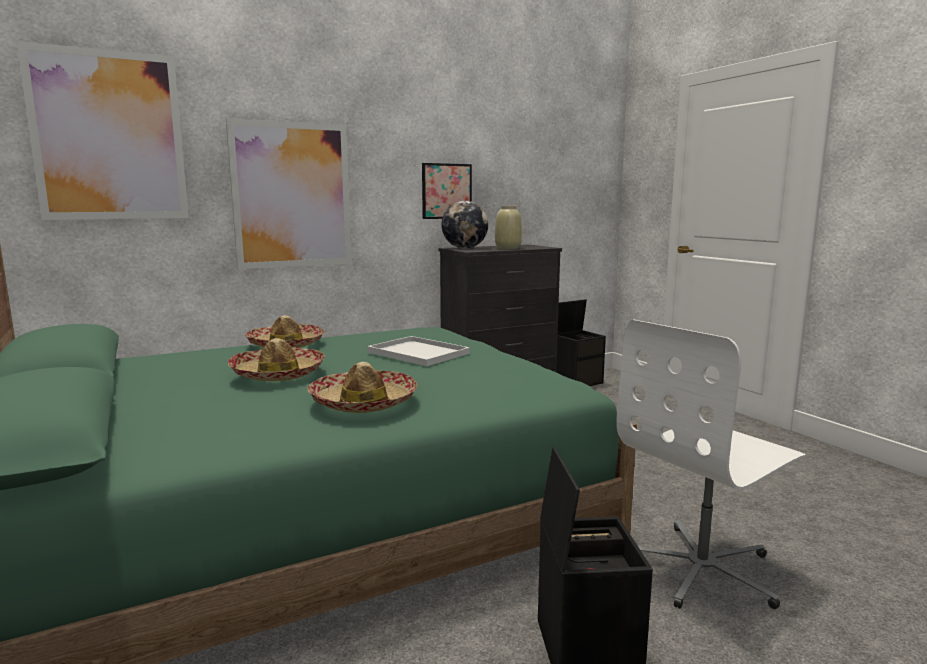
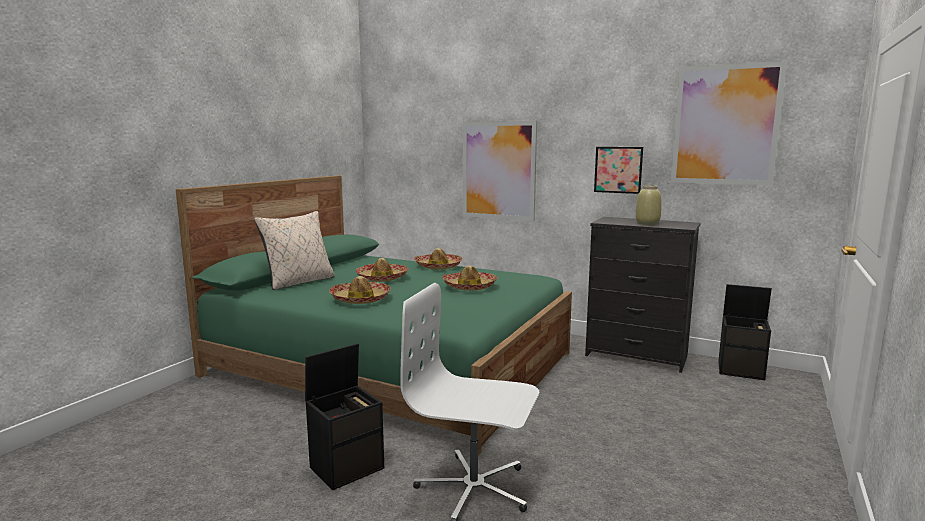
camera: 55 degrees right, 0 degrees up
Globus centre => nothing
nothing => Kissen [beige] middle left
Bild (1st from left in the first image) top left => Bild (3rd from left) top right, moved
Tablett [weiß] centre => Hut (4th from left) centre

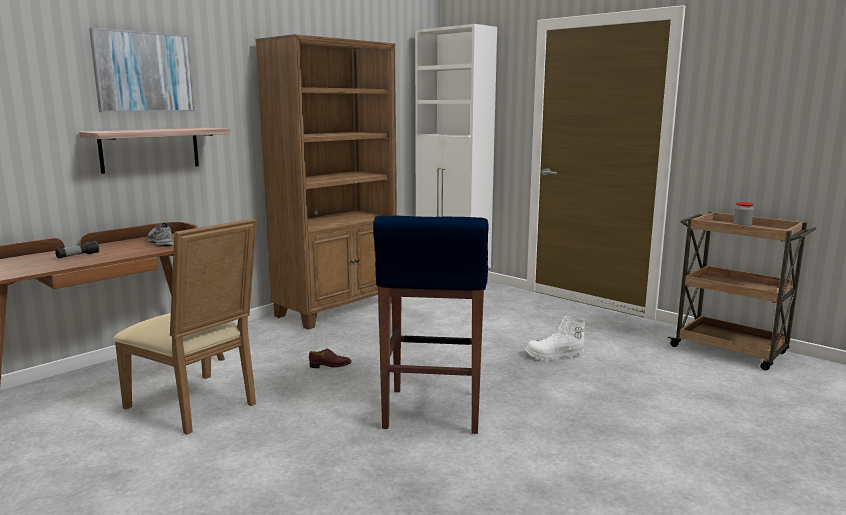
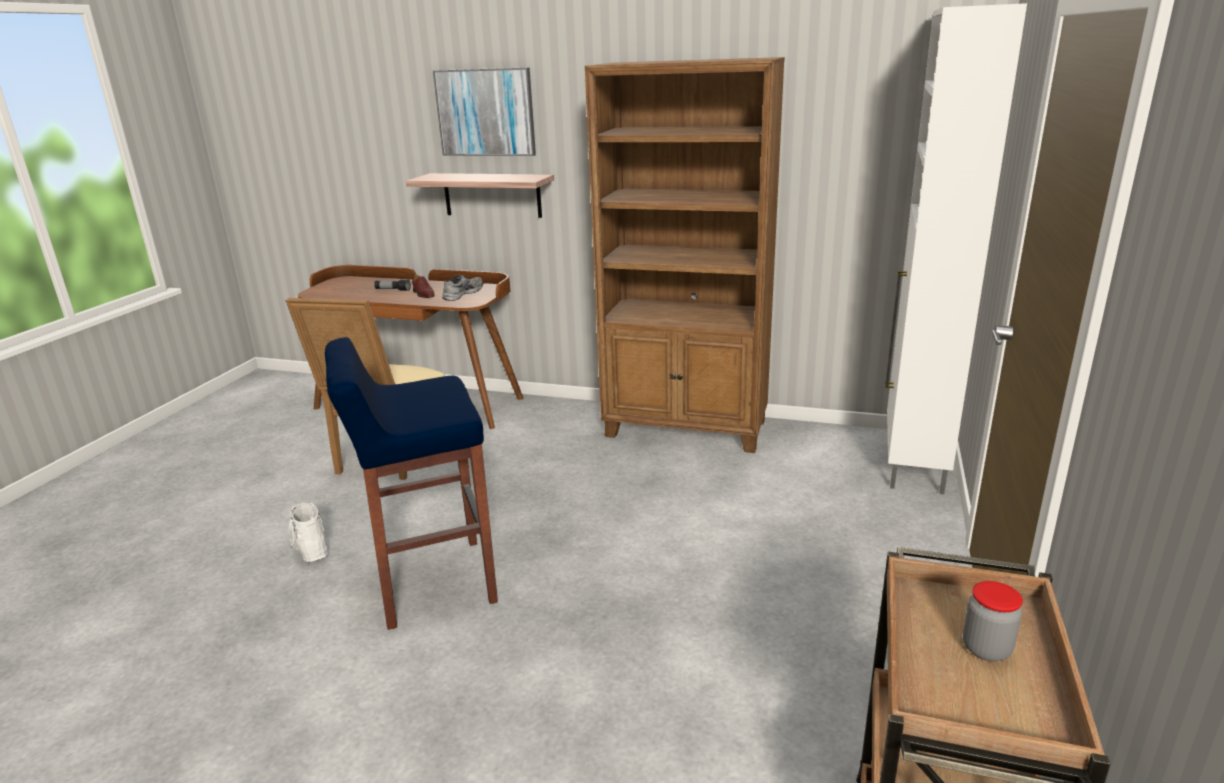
camera: 65 degrees right, 10 degrees up
Schuh [braun] bottom centre => Schuh [braun] centre, moved
Stiefel [weiß] centre => Stiefel [weiß] bottom left, moved

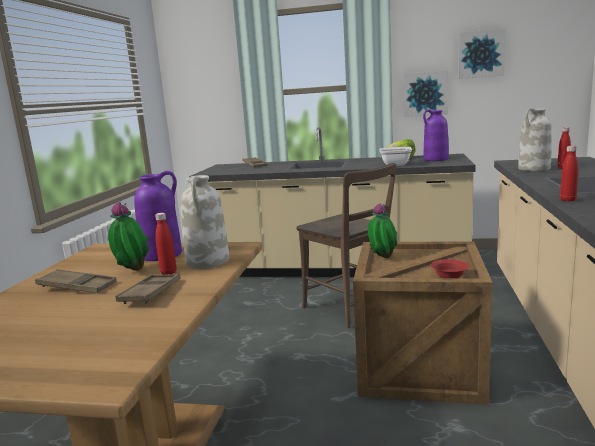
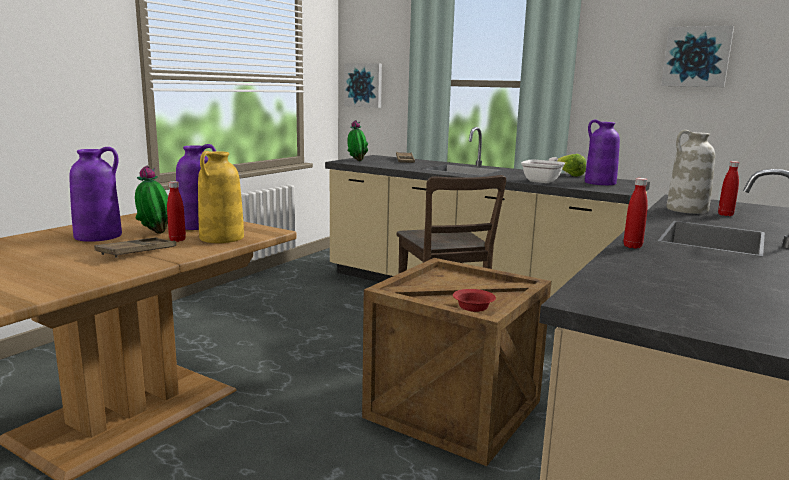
camera: 20 degrees right, 0 degrees up
Topfpflanze (2nd from left) centre => Topfpflanze (2nd from left) top centre, moved
Bild (1st from left) top right => Bild (1st from left) top centre, moved
Tablett [braun] (1st from left) middle left => Vase [lila] (1st from left) middle left
Vase [weiß] (1st from left) centre => Vase [gelb] middle left

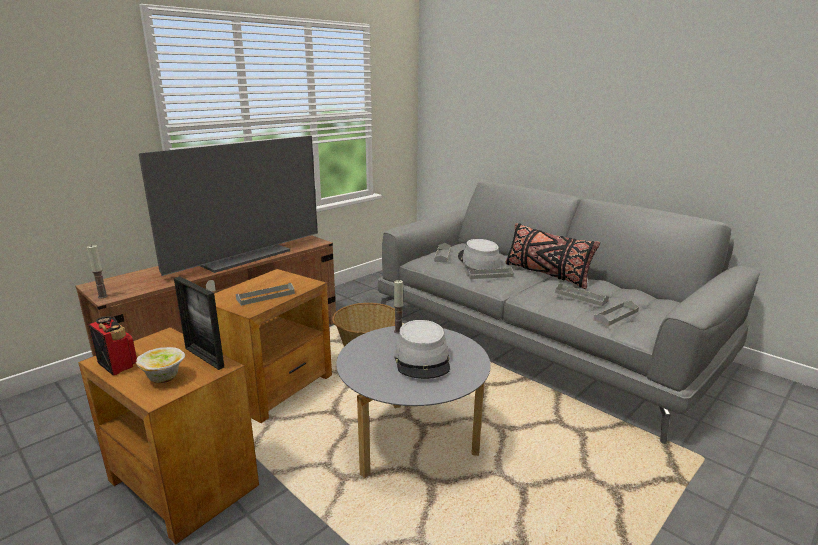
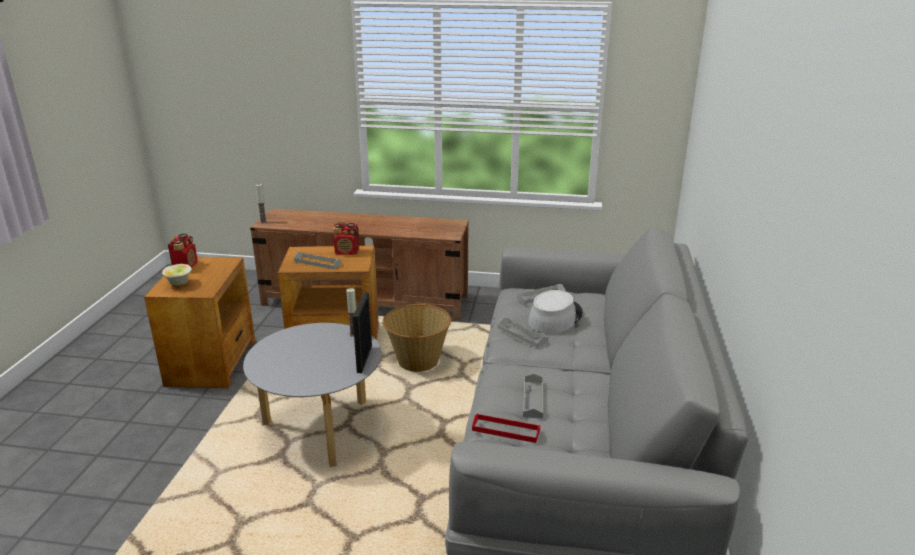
camera: 55 degrees right, 5 degrees up
Fernseher middle left => nothing
Hut [grau] (1st from left) centre => nothing
Kissen [schwarz] middle right => nothing
nothing => Radio (2nd from left) centre
Bilderrahmen middle left => Bilderrahmen centre, moved
Tablett [grau] (5th from left) middle right => Tablett [rot] bottom centre

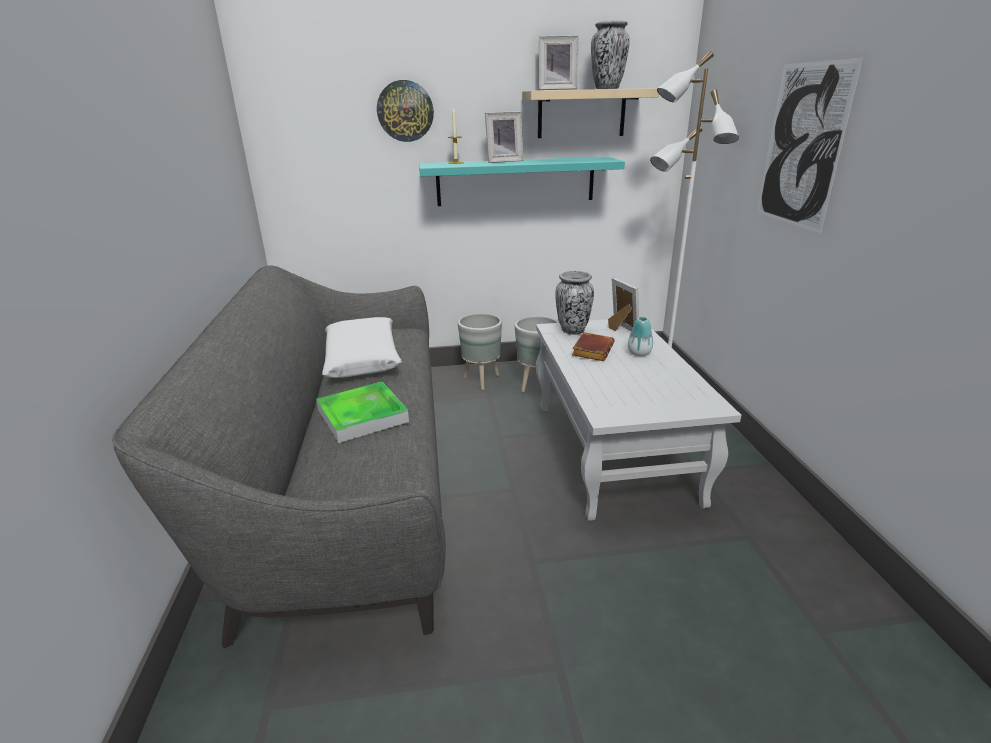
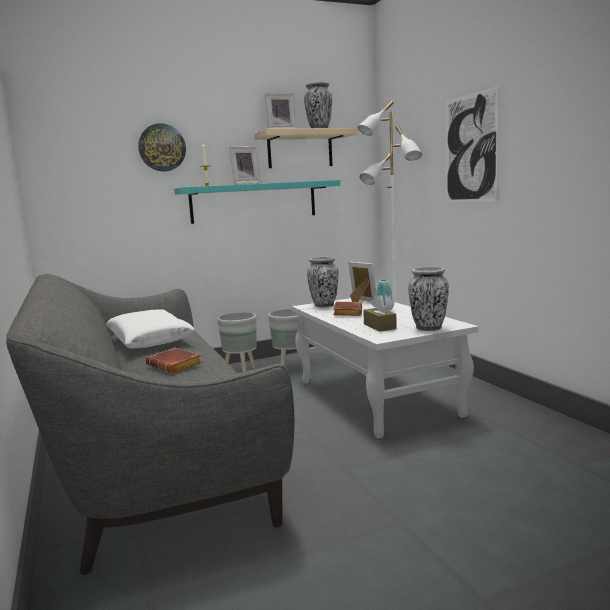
camera: 15 degrees left, 15 degrees down
nothing => Taschentuchbox [braun] centre
nothing => Vase (4th from left) middle right
Tablett centre => Buch [braun] (1st from left) middle left

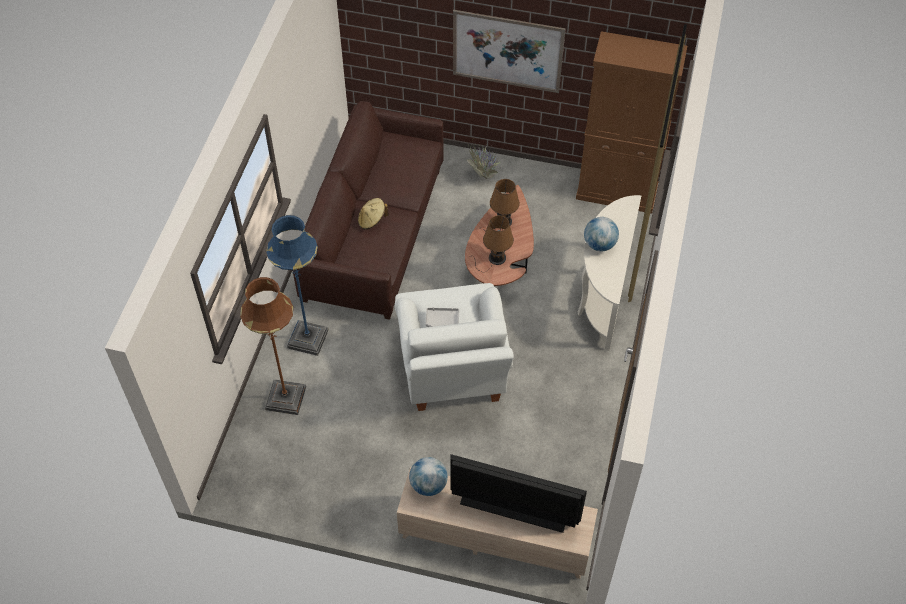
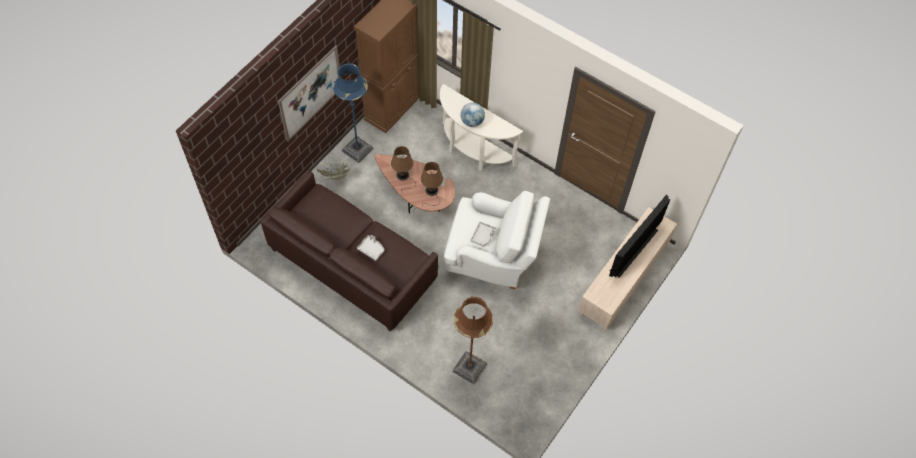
camera: 70 degrees left, 5 degrees up
Globus (1st from left) bottom centre => nothing
Stehlampe [blau] middle left => Stehlampe [blau] top centre, moved
Hut [beige] centre => Tablett [grau] (1st from left) centre

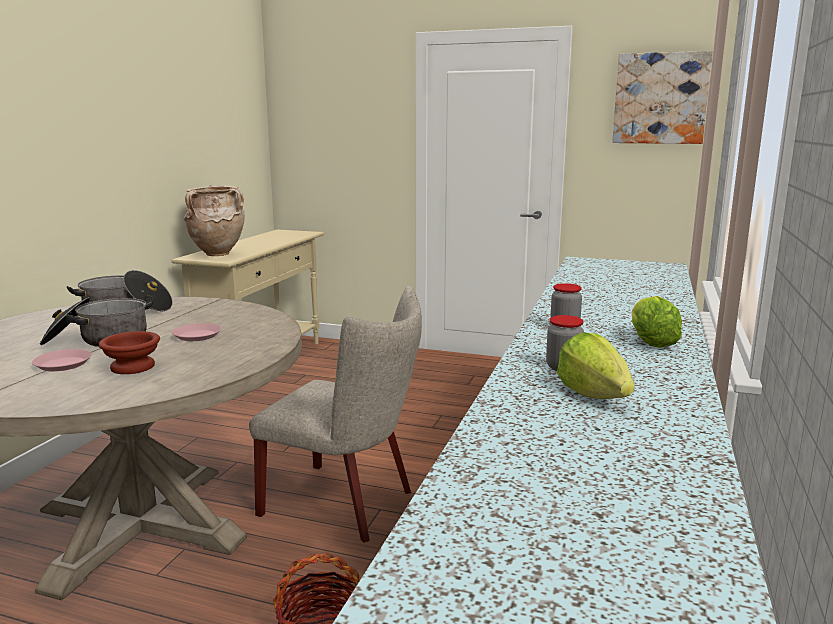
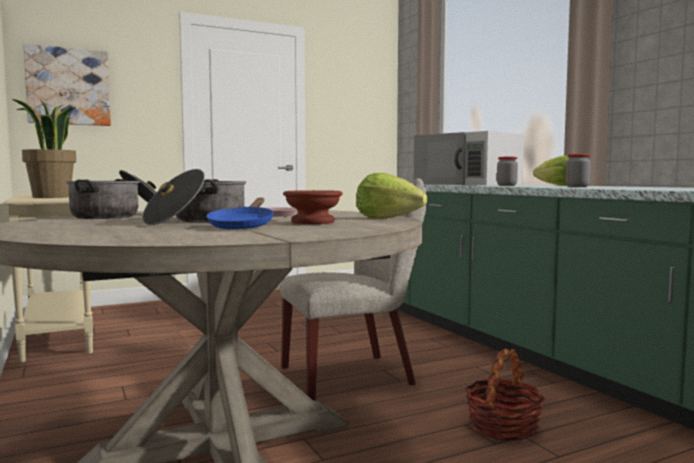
camera: 45 degrees left, 10 degrees down
nothing => Mikrowelle [weiß] middle right
Salatkopf (1st from left) middle right => Salatkopf (1st from left) centre, moved
Bild top right => Bild top left, moved
Teller [rosa] (1st from left) middle left => Pfanne [blau] centre
Vase [beige] middle left => Topfpflanze top left

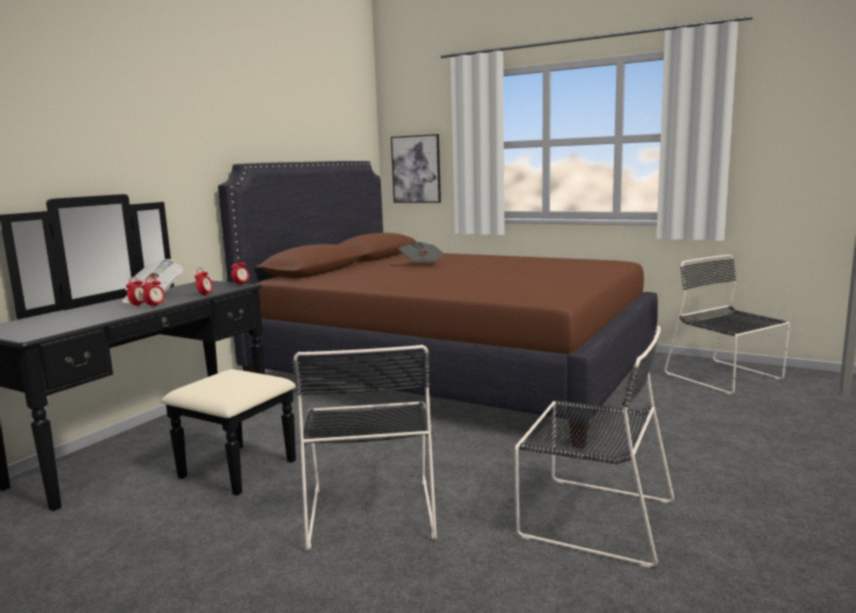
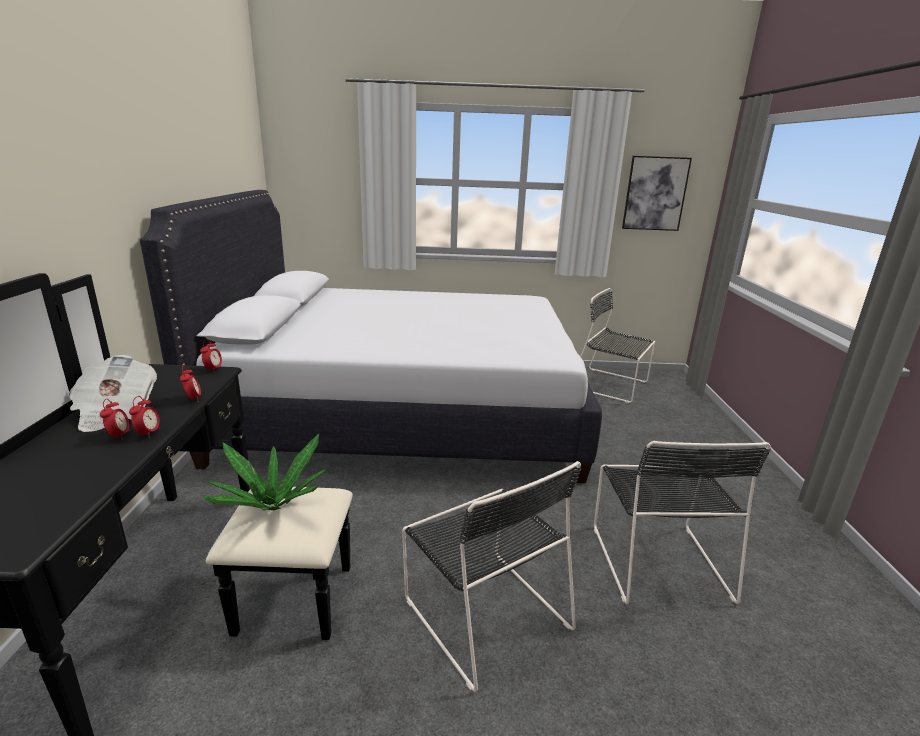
camera: 30 degrees left, 10 degrees up
Zeitung (2nd from left) centre => nothing
nothing => Topfpflanze middle left
Bild top centre => Bild top right, moved
Bett [braun] centre => Bett [weiß] centre
Stuhl [schwarz] (2nd from left in the first image) bottom right => Stuhl [schwarz] (3rd from left) bottom right, 90 degrees clockwise

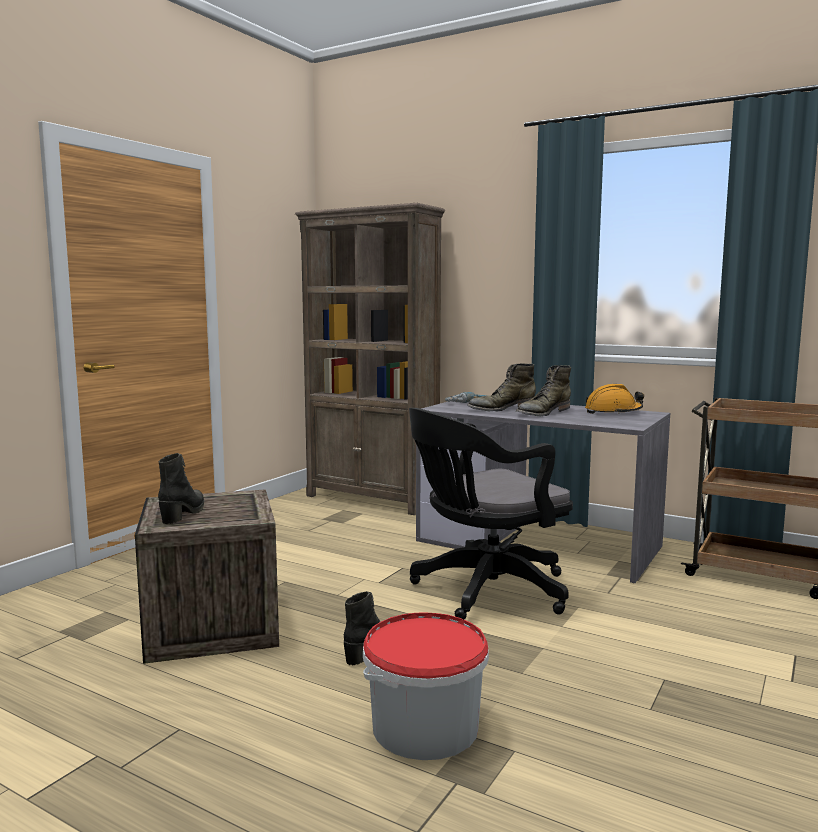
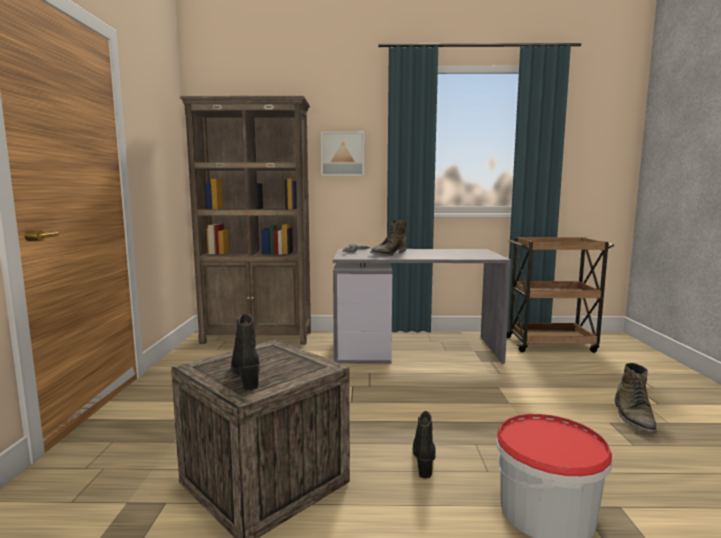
camera: 30 degrees left, 0 degrees up
Bürostuhl [schwarz] centre => nothing
Schutzhelm [orange] middle right => nothing
nothing => Bild top centre
Stiefel [grün] (2nd from left) centre => Stiefel [grün] (2nd from left) bottom right, moved

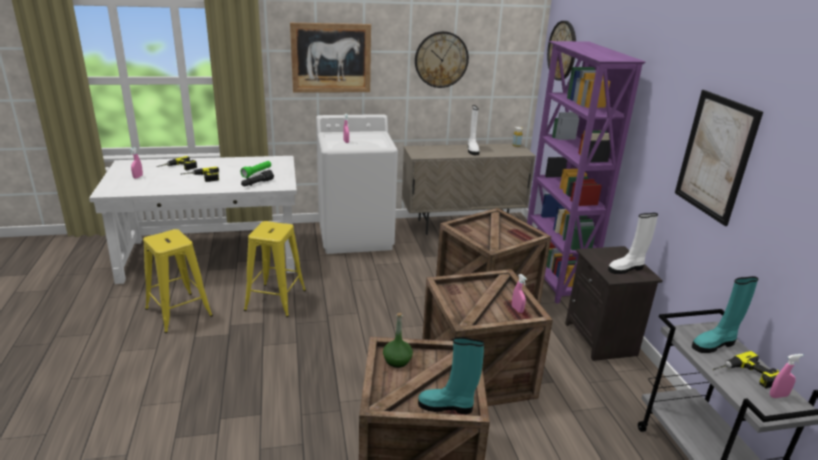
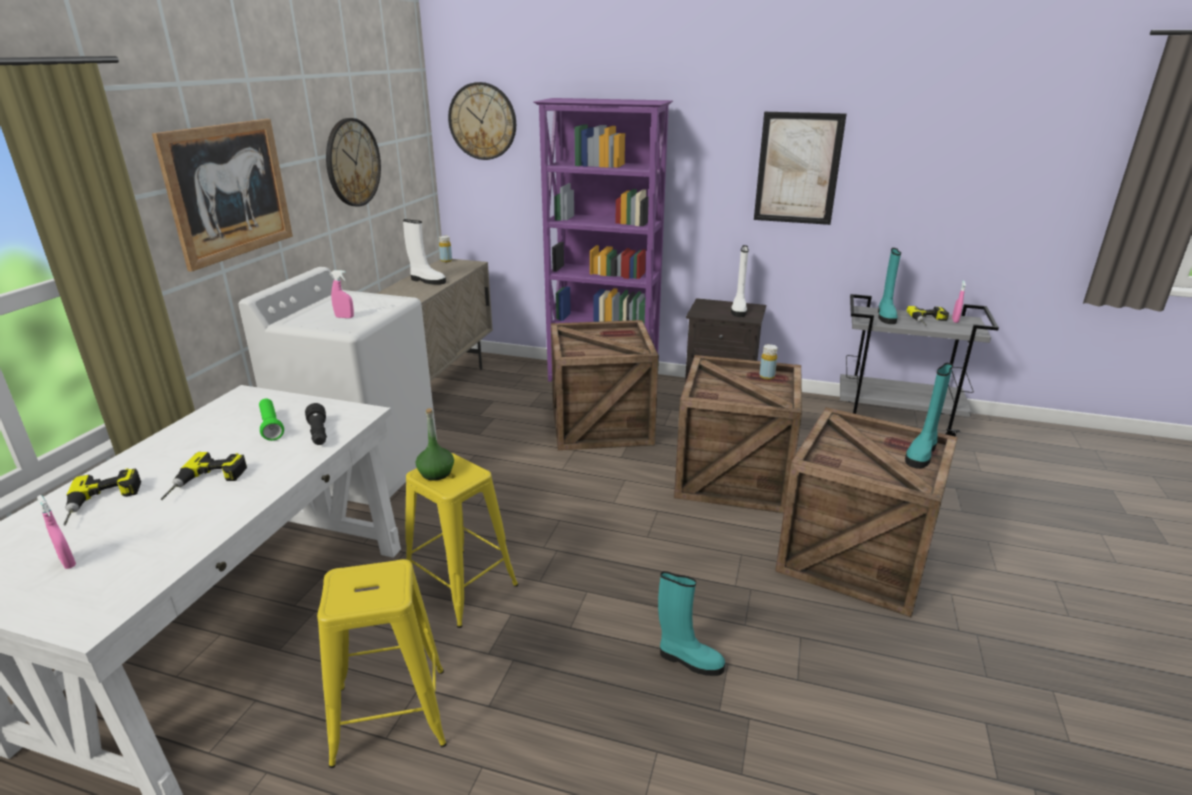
camera: 60 degrees left, 0 degrees up
nothing => Stiefel [türkis] (1st from left) bottom centre
Flasche [grün] bottom centre => Flasche [grün] centre, moved
Sprühflasche [rosa] (3rd from left) centre => Flasche [gelb] (2nd from left) centre

